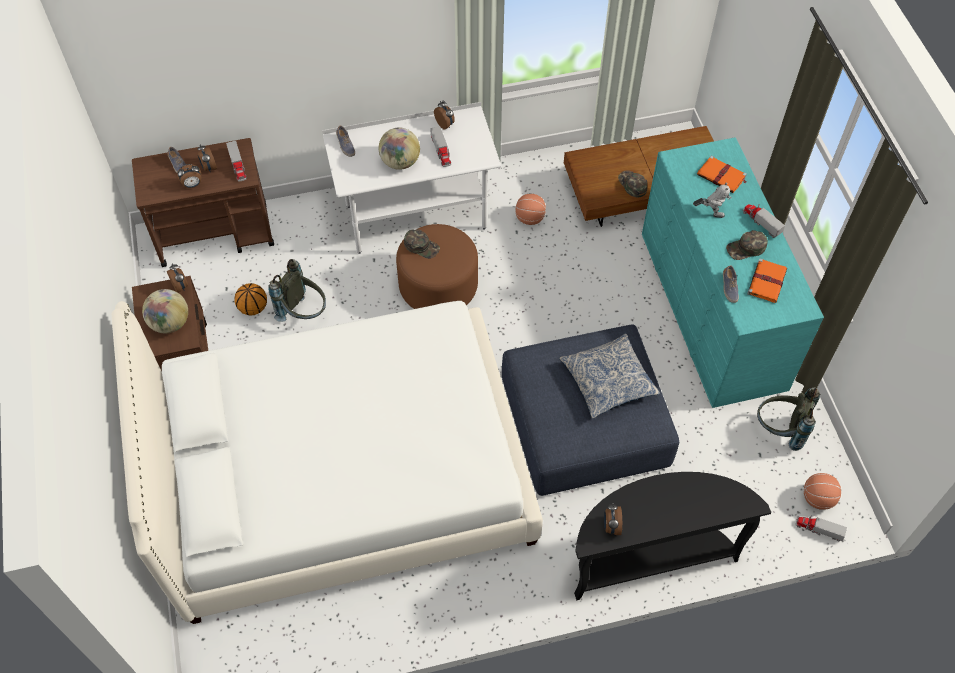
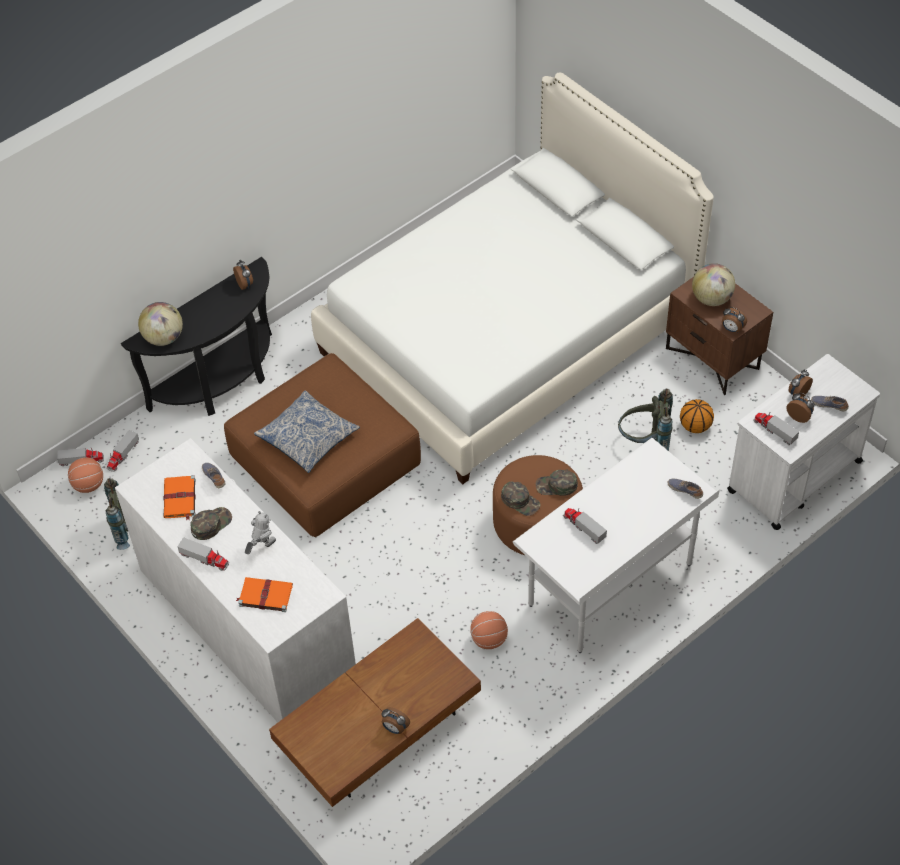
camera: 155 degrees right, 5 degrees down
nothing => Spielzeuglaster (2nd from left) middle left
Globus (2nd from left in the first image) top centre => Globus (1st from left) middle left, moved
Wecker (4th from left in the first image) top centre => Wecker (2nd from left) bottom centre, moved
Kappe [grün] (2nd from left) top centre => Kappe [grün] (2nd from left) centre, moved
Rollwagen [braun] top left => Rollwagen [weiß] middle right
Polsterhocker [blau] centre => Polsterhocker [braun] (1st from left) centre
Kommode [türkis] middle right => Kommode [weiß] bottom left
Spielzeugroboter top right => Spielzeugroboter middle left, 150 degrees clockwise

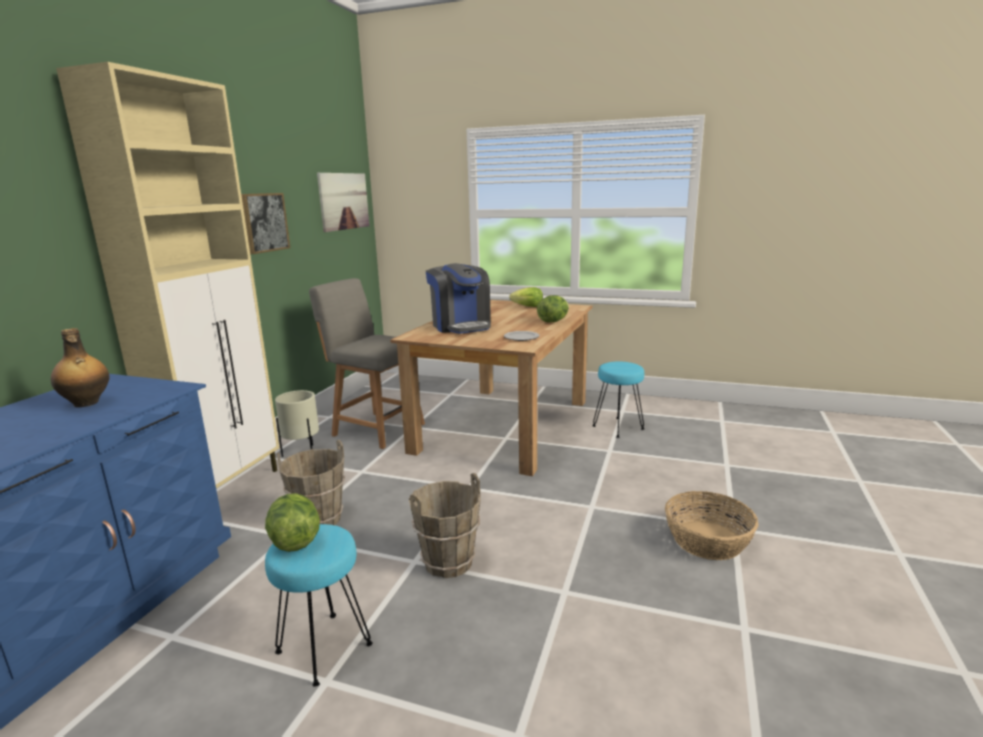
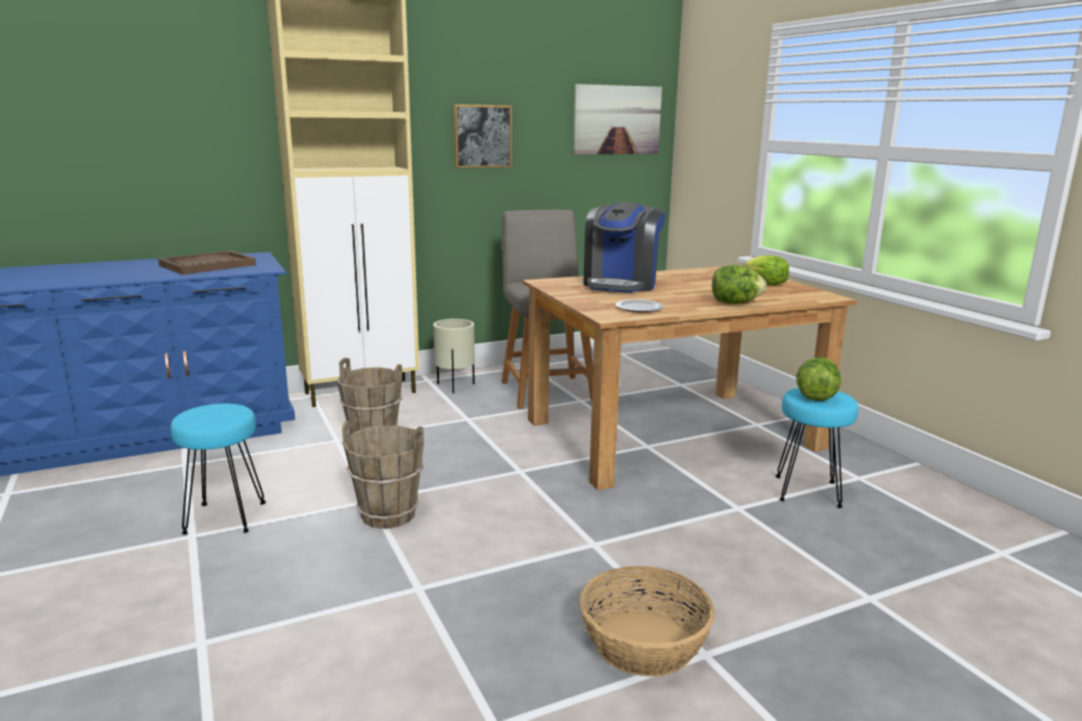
camera: 45 degrees right, 0 degrees up
Salatkopf (1st from left in the first image) bottom left => Salatkopf (3rd from left) middle right, moved
Flasche middle left => Tablett [braun] middle left

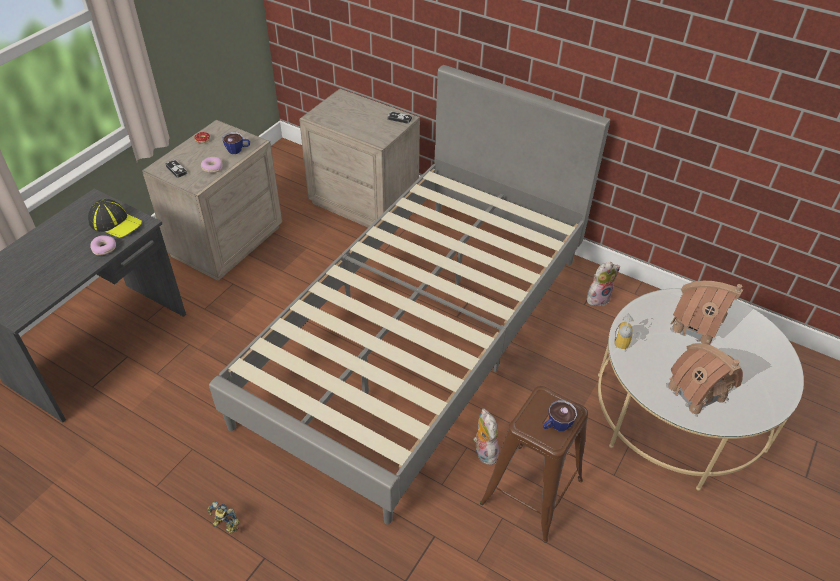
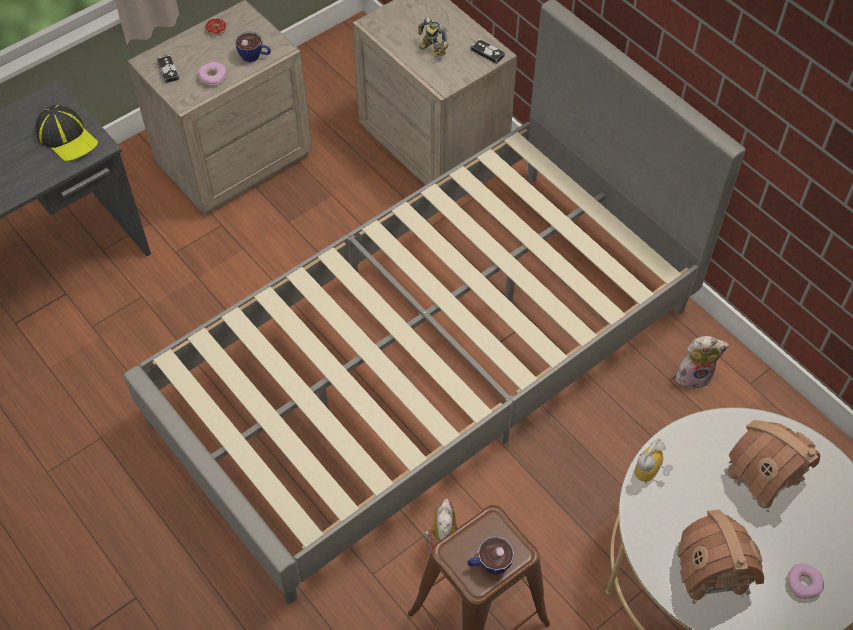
camera: 20 degrees right, 10 degrees up
Donut (1st from left in the first image) middle left => Donut (3rd from left) bottom right, moved
Spielzeugroboter bottom left => Spielzeugroboter top centre, moved

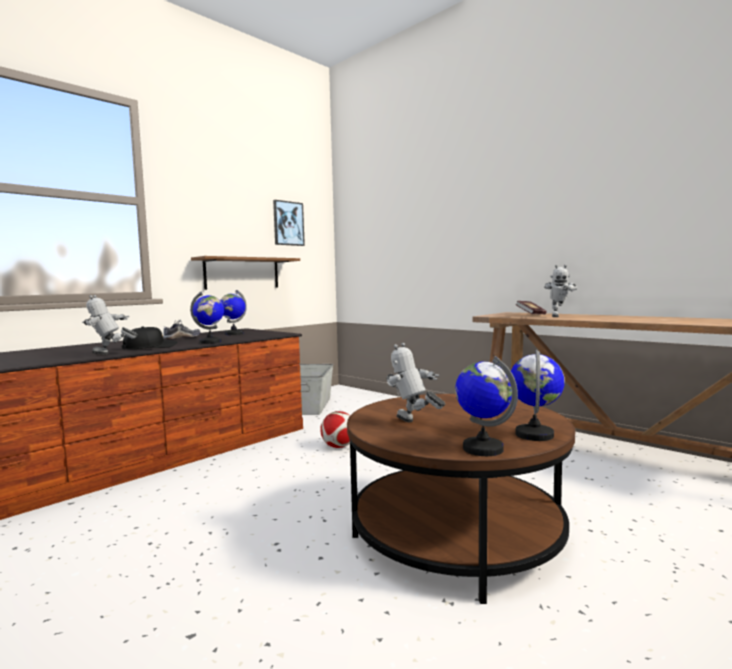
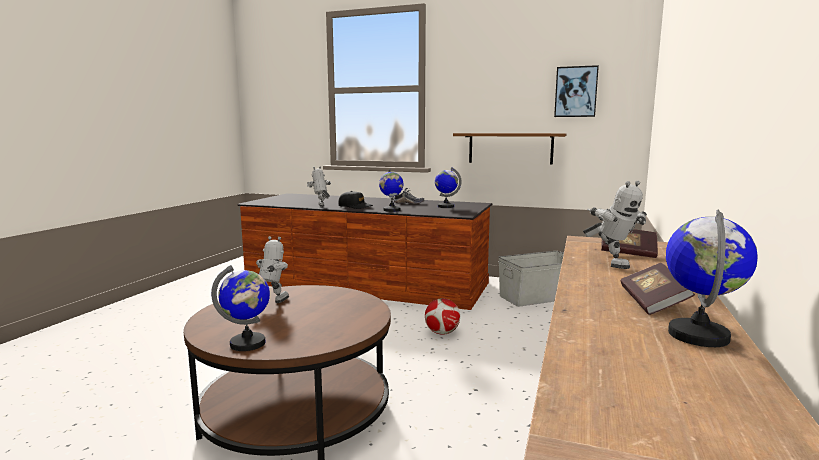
camera: 65 degrees right, 5 degrees up
nothing => Buch (2nd from left) middle right
Globus (3rd from left in the first image) centre => Globus (4th from left) middle right, moved
Spielzeugroboter (3rd from left) middle right, 105 degrees counterclockwise

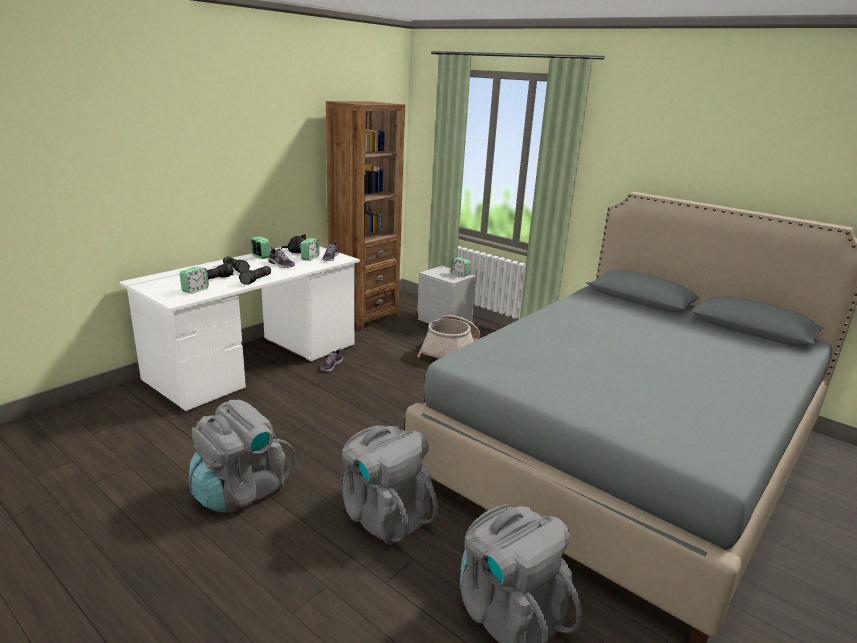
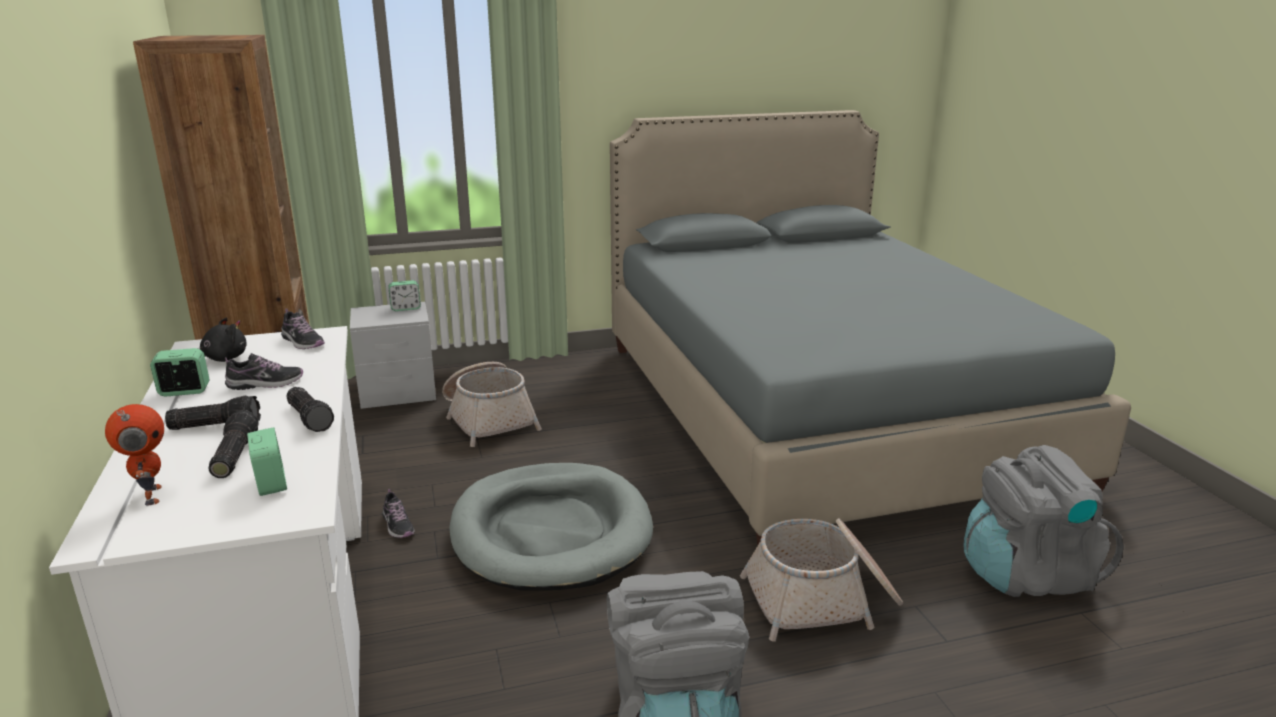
camera: 55 degrees left, 0 degrees up
Wecker (3rd from left) centre => nothing
nothing => Spielzeugroboter middle left
nothing => Hundebett [grau] bottom centre
Rucksack [grau] (2nd from left) bottom centre => Korb (2nd from left) bottom centre

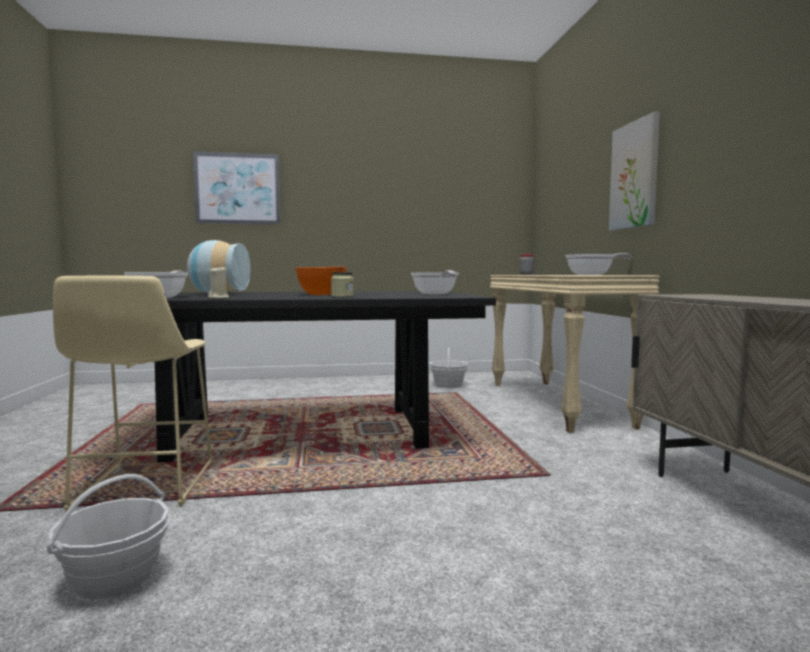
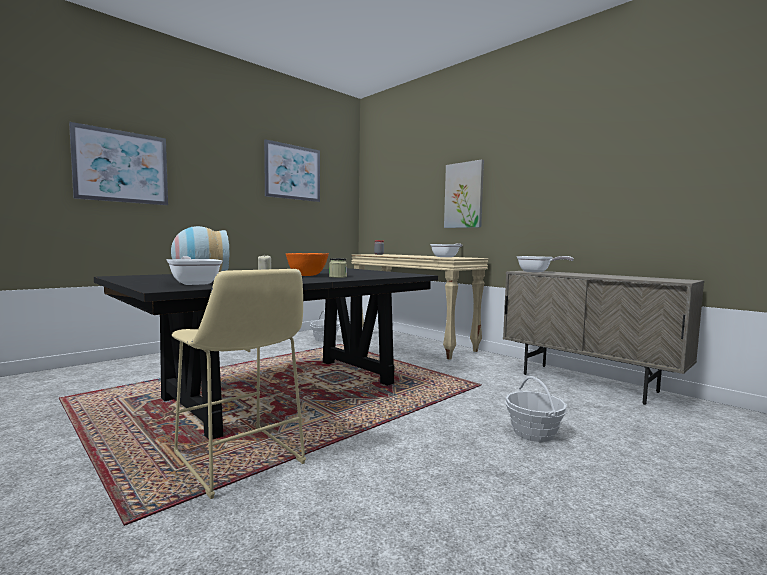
camera: 35 degrees left, 0 degrees up
nothing => Bild (2nd from left) top centre
Korb (1st from left in the first image) bottom left => Korb (2nd from left) bottom right, moved
Pfanne (2nd from left in the first image) centre => Pfanne (3rd from left) middle right, moved

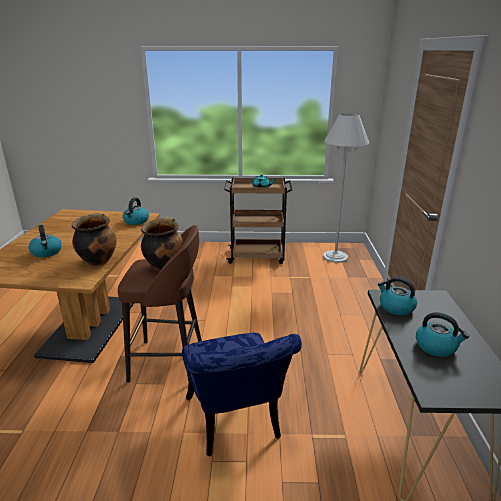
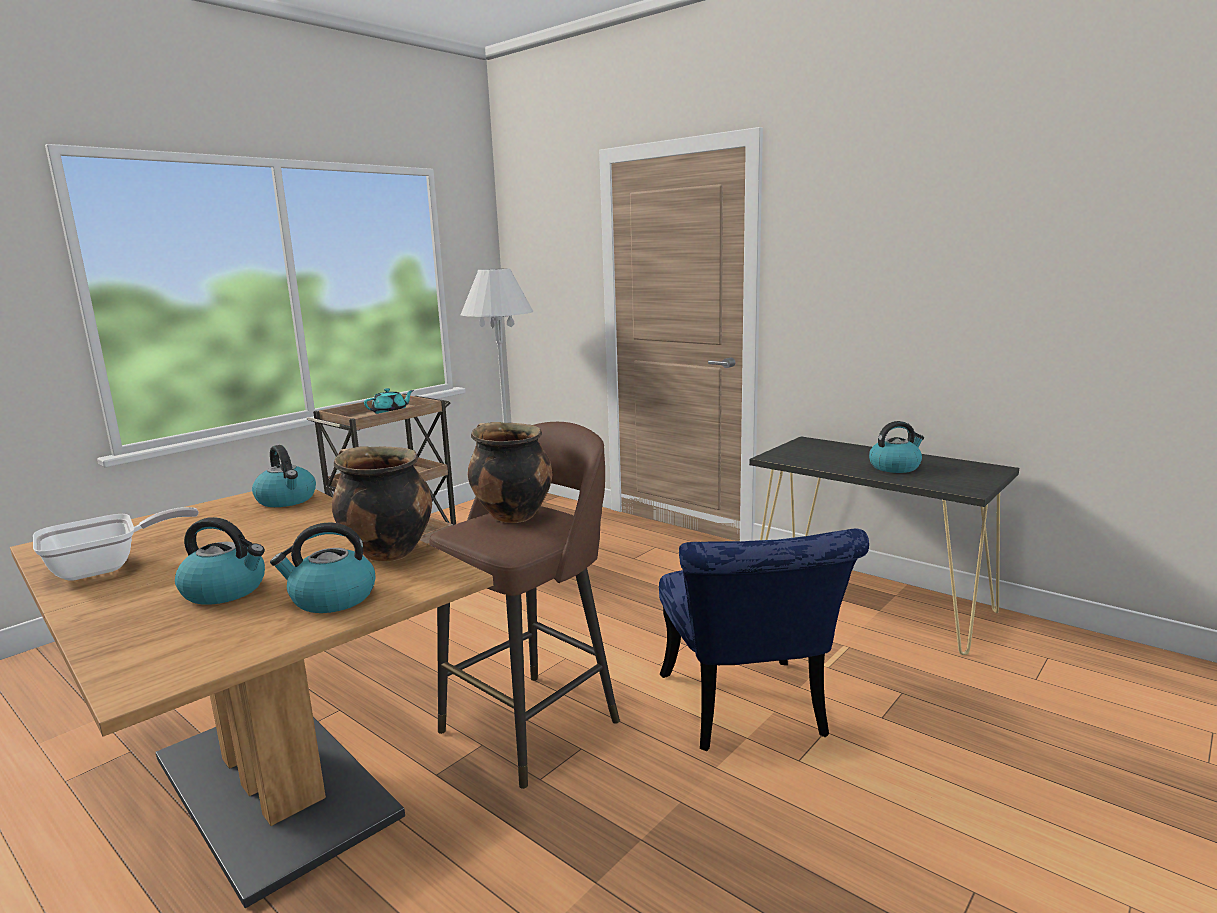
camera: 50 degrees left, 10 degrees down
nothing => Pfanne middle left
Wasserkessel (3rd from left) middle right => Wasserkessel (3rd from left) middle left, moved
Stuhl [blau] bottom centre, 60 degrees clockwise

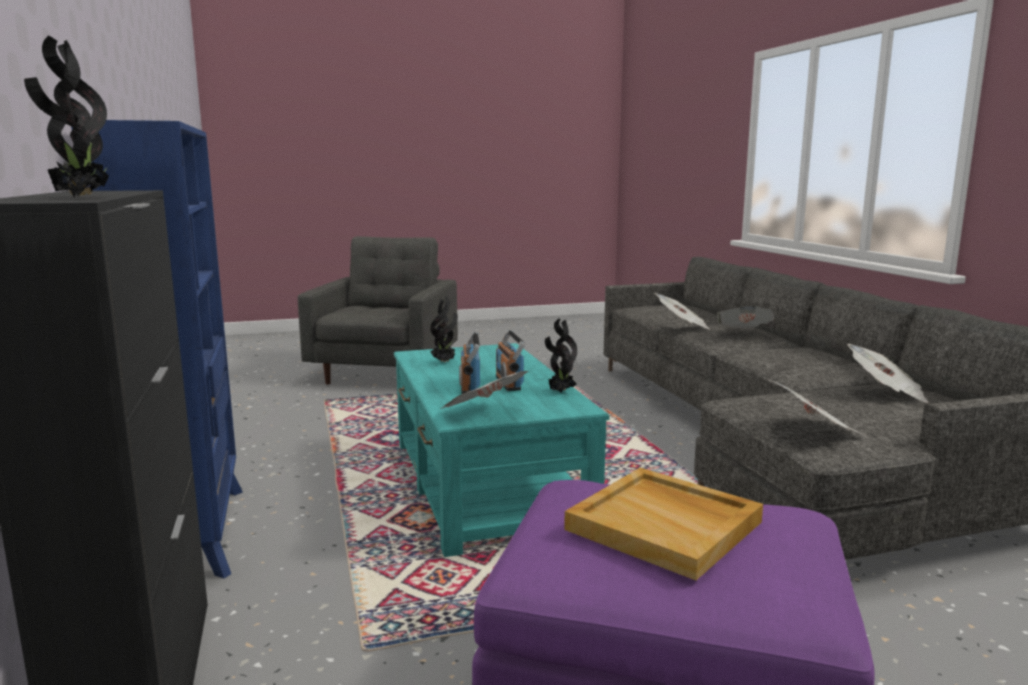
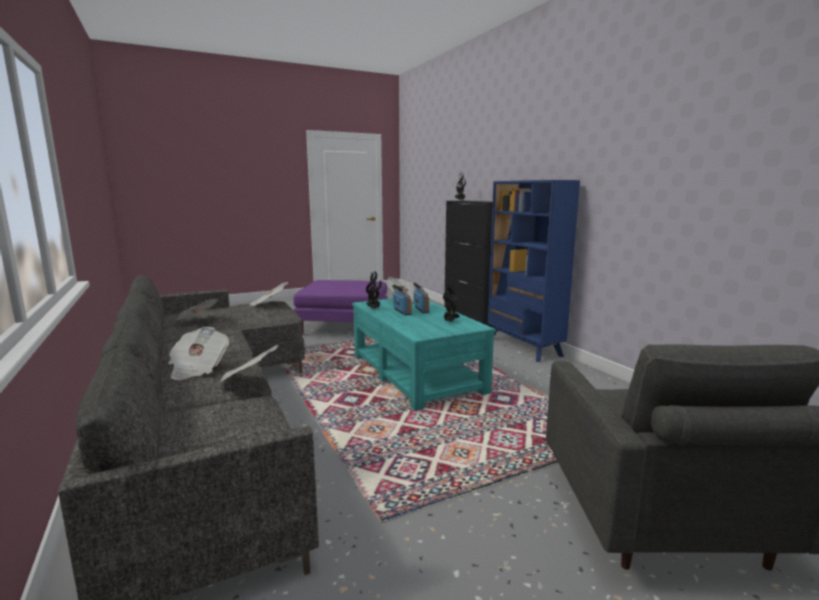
camera: 170 degrees right, 0 degrees up
Tablett [beige] bottom centre => nothing

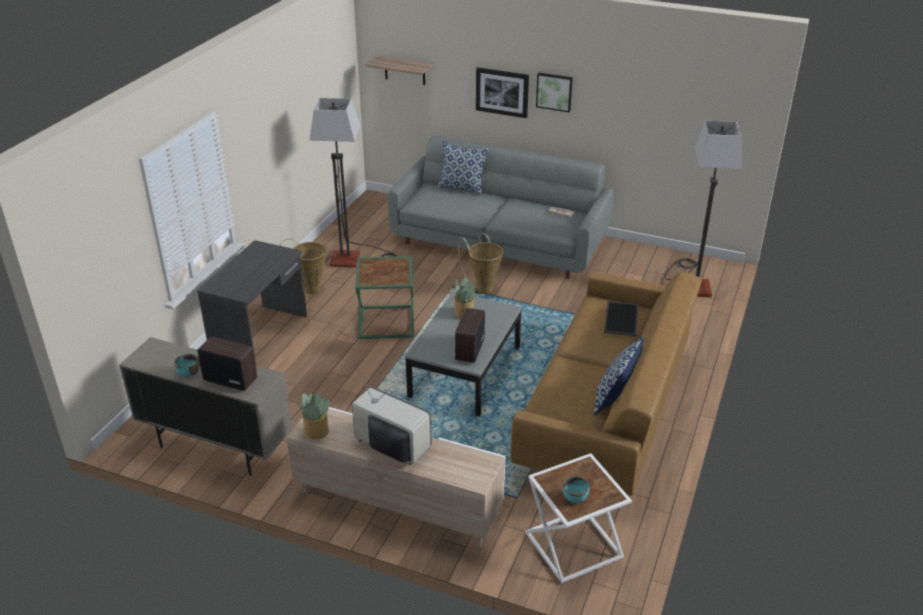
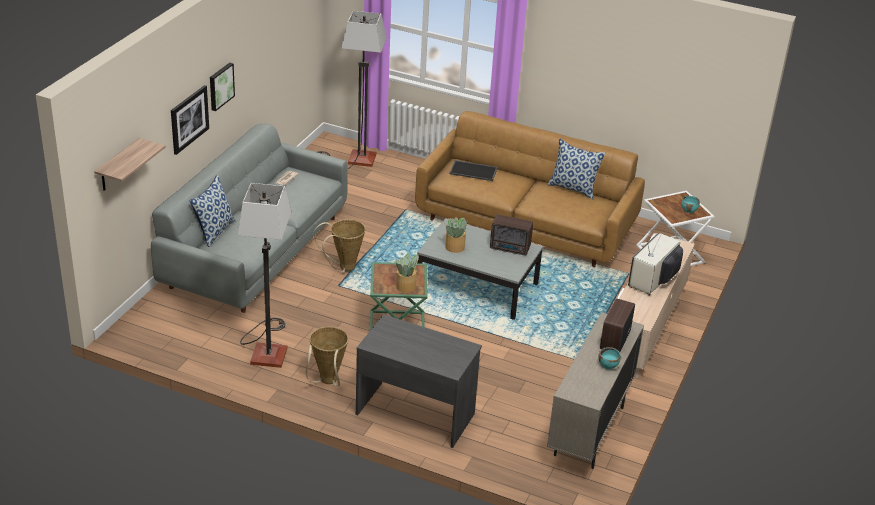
camera: 90 degrees left, 0 degrees up
Topfpflanze (1st from left) bottom centre => Topfpflanze (1st from left) centre, moved

